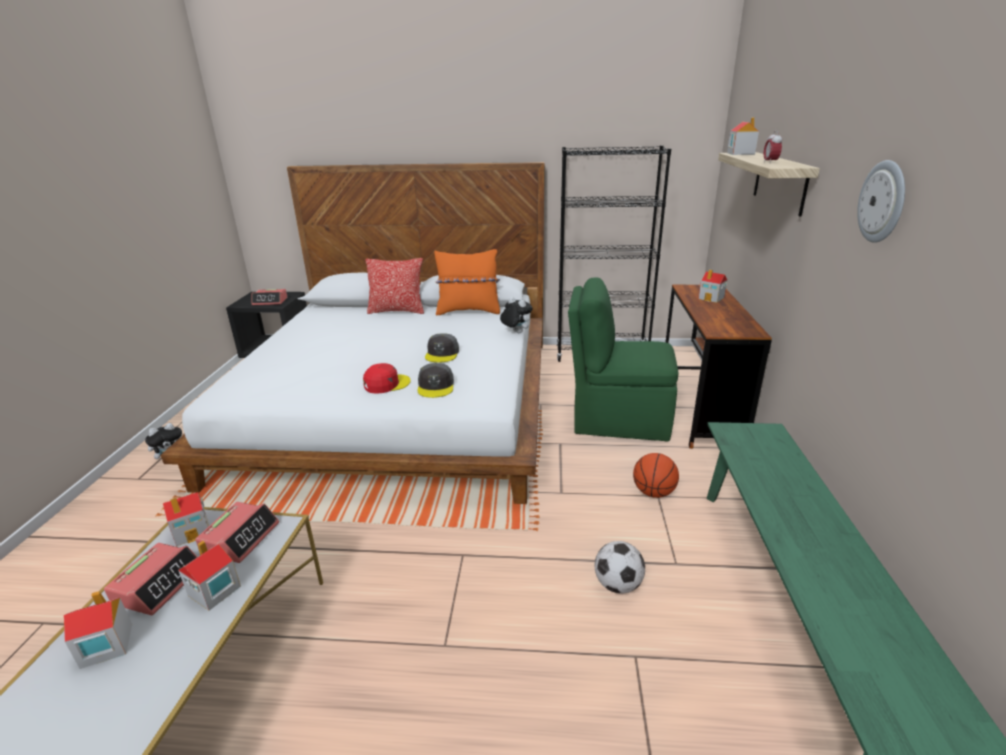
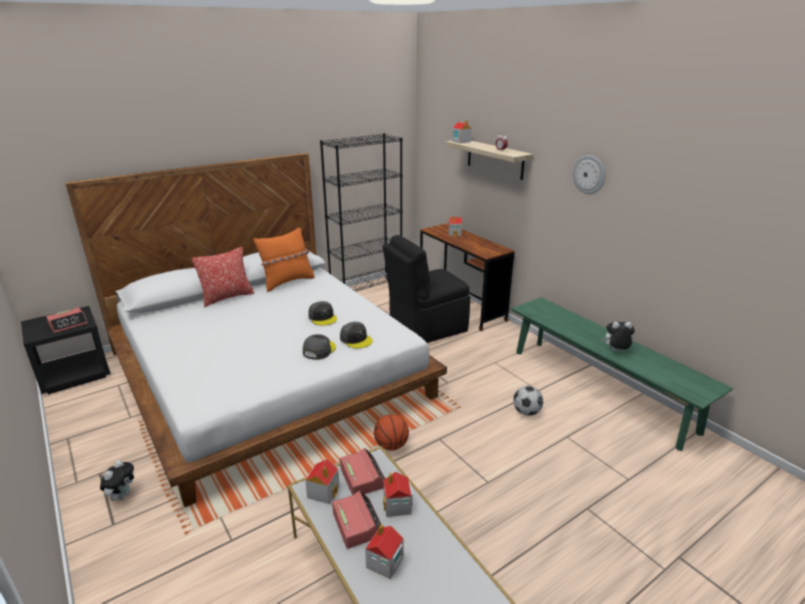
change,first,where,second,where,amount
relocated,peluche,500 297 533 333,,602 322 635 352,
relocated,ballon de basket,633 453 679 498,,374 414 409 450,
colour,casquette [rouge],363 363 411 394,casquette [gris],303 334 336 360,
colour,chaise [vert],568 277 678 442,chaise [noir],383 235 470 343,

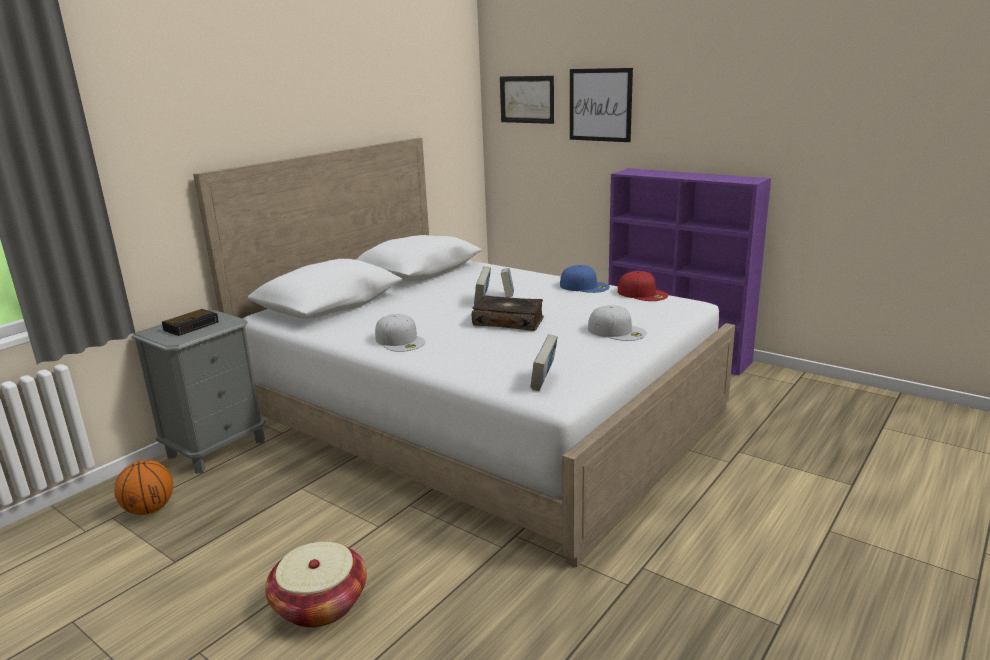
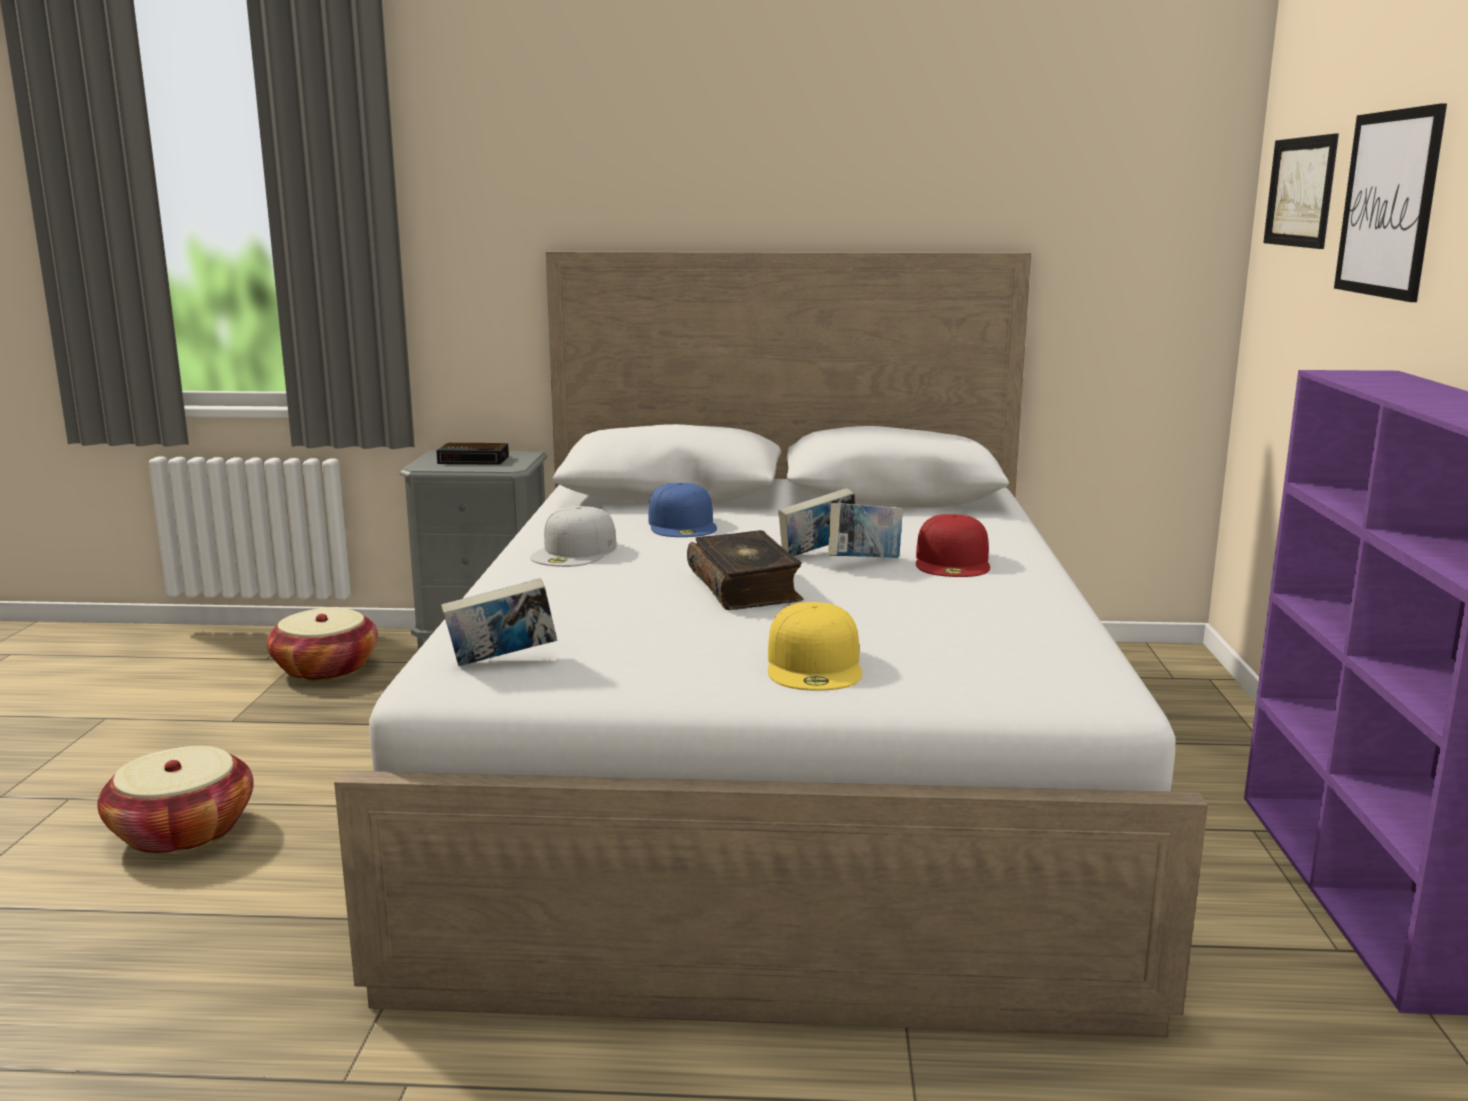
change,first,where,second,where,amount
relocated,casquette [bleu],560 265 610 293,,648 483 717 537,
relocated,casquette [rouge],618 271 668 301,,916 514 990 577,
exchanged,ballon de basket,114 460 173 515,panier,267 608 378 681,
colour,casquette [blanc],588 305 647 341,casquette [jaune],768 602 862 691,

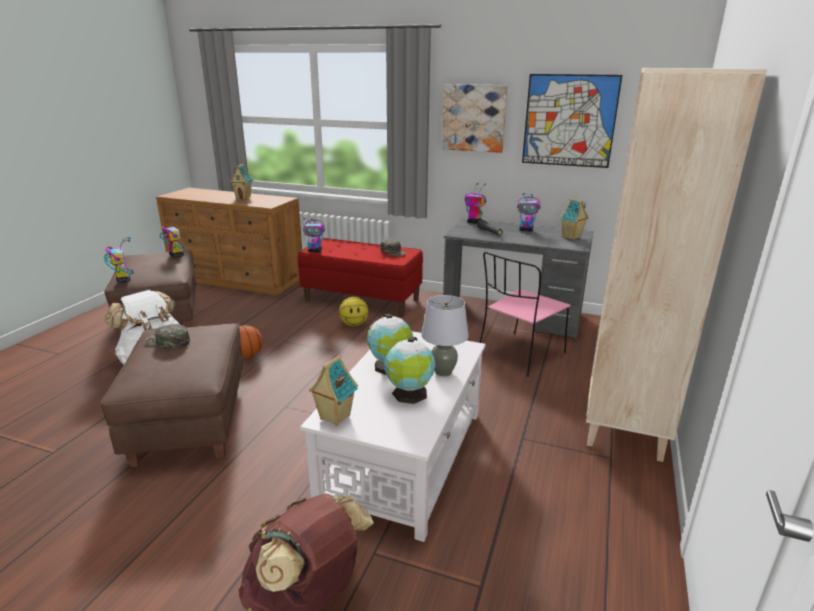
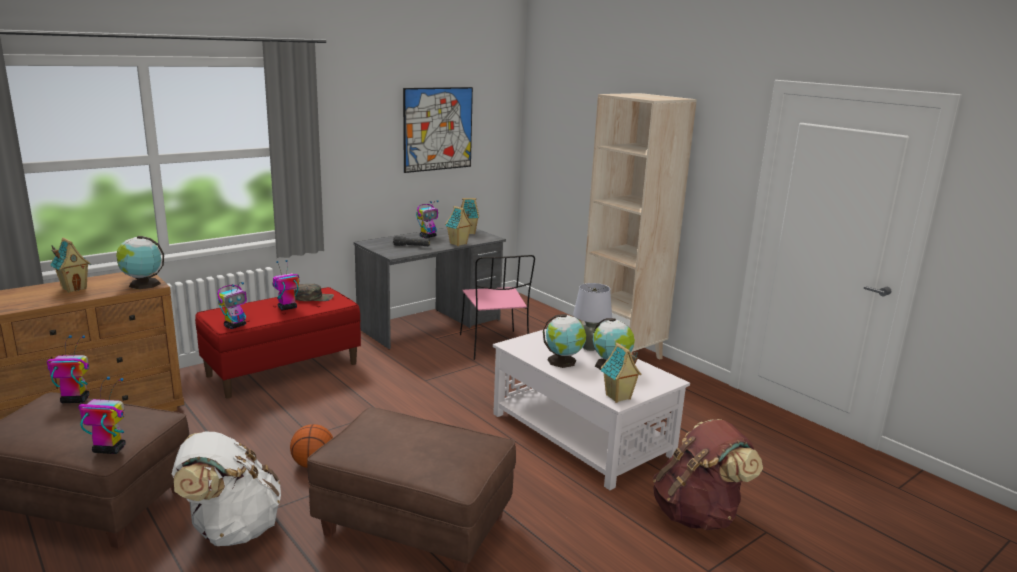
change,first,where,second,where,amount
missing,casquette [vert],145 324 190 349,,,
missing,ballon de basket,339 297 369 326,,,
missing,tableau,442 84 508 153,,,
appeared,,,globe,116 236 164 289,
appeared,,,maison miniature,445 206 473 246,
relocated,robot jouet,465 183 486 224,,272 260 300 310,

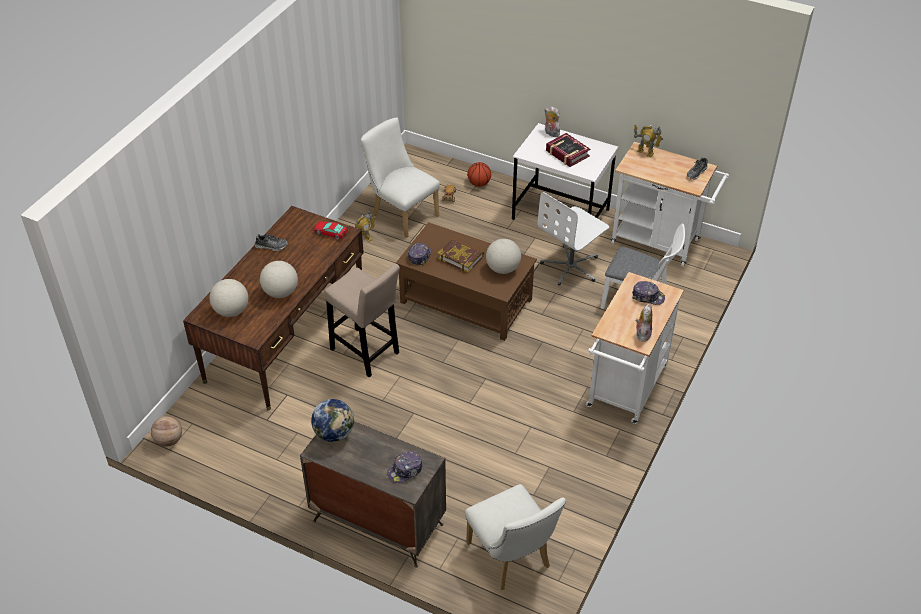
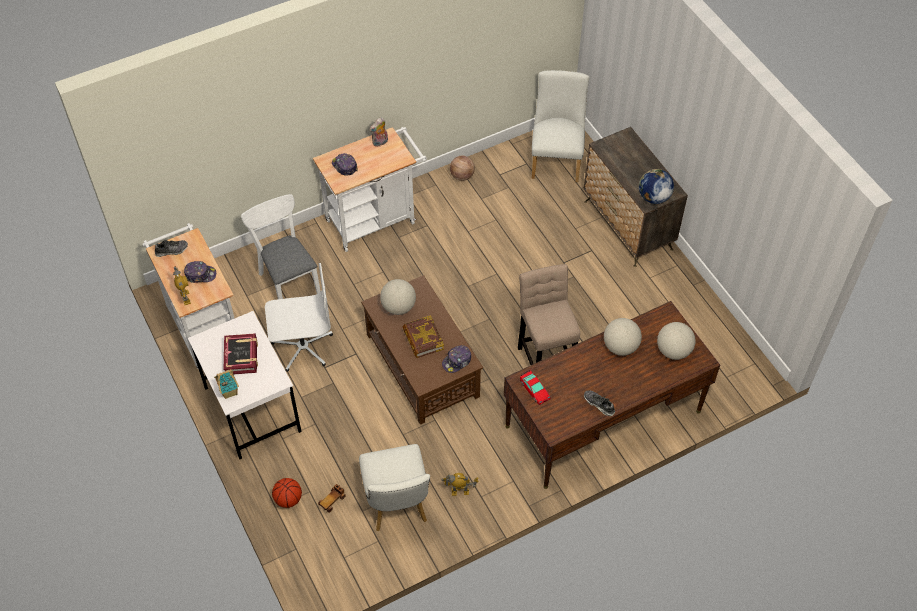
change,first,where,second,where,amount
relocated,ballon de basket,151 416 182 447,,450 156 475 181,
relocated,casquette,387 451 422 483,,184 261 216 283,
exchanged,peluche,544 107 560 137,maison miniature,214 369 239 399,

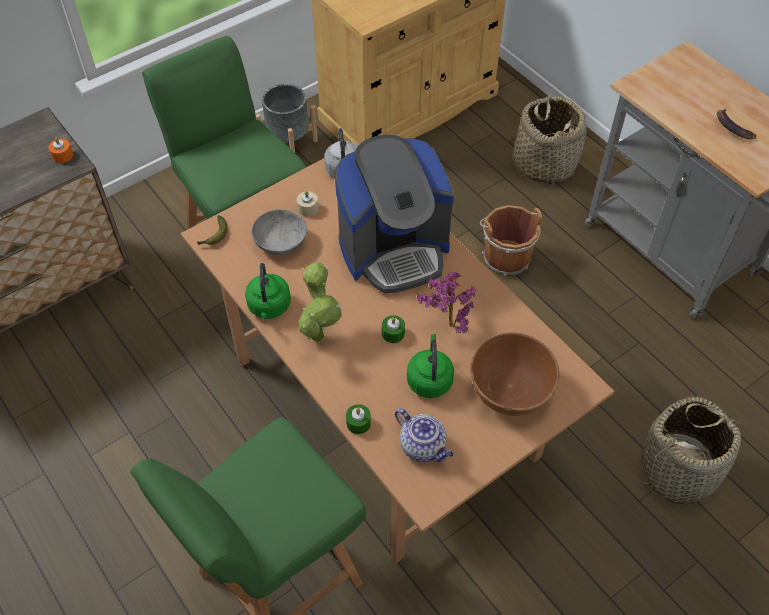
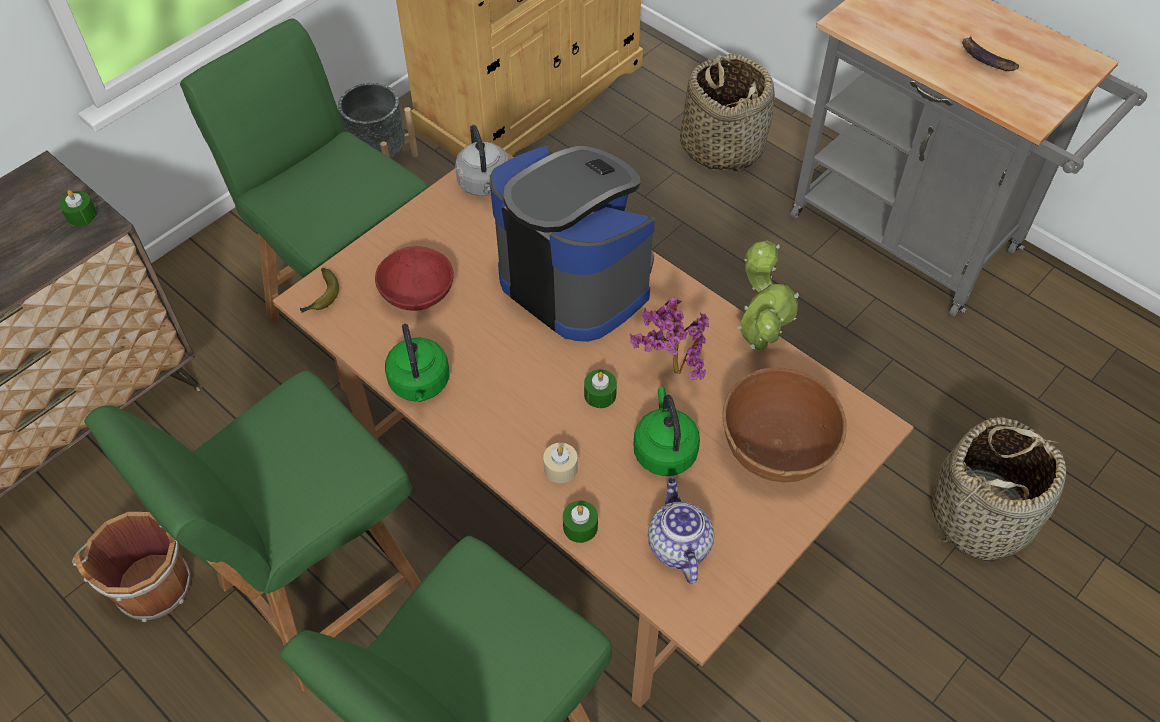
change,first,where,second,where,amount
appeared,,,chaise [vert],84 370 421 691,
relocated,bougie [beige],297 191 319 216,,543 443 578 483,
relocated,plante en pot,297 263 342 343,,737 241 799 352,
relocated,seau [marron],480 205 542 276,,72 512 191 622,
colour,bougie [orange],48 138 73 163,bougie [vert],60 190 97 226,
colour,bol [gris],251 209 307 255,bol [rouge],375 246 453 311,
spun,machine à café,335 135 454 293,,490 146 655 342,105 degrees counterclockwise
spun,théière,395 408 453 462,,648 478 714 584,135 degrees counterclockwise

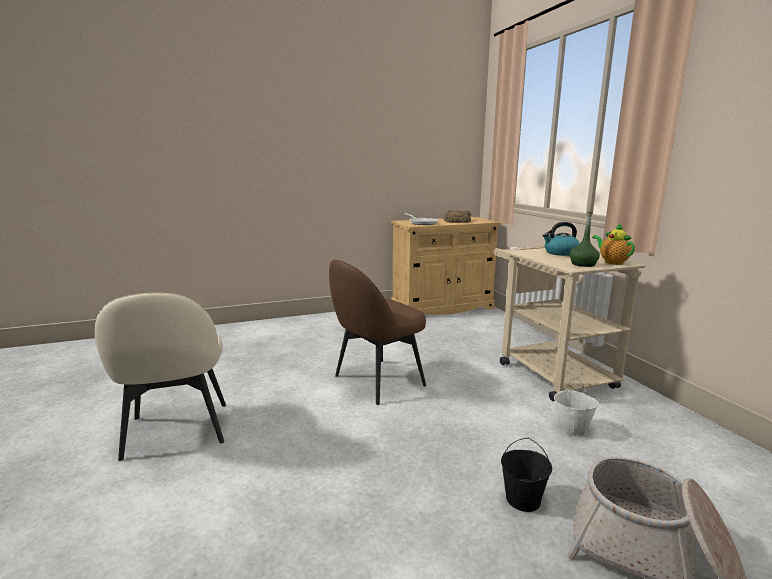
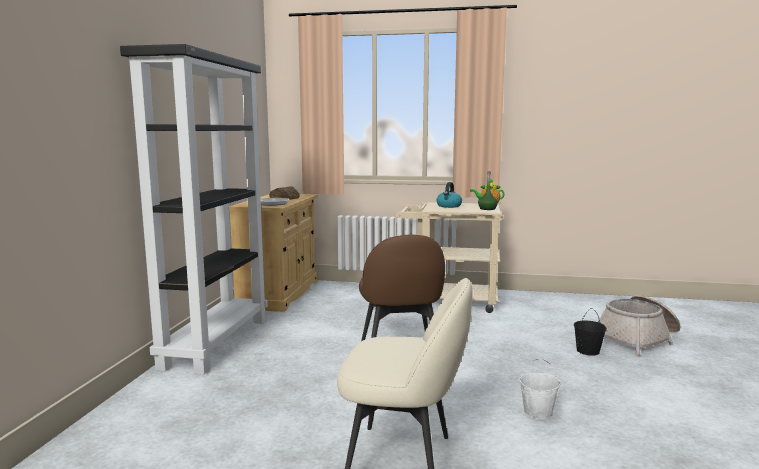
change,first,where,second,where,amount
appeared,,,bibliothèque [noir],120 44 268 375,
relocated,seau [blanc],554 378 599 437,,520 358 561 420,

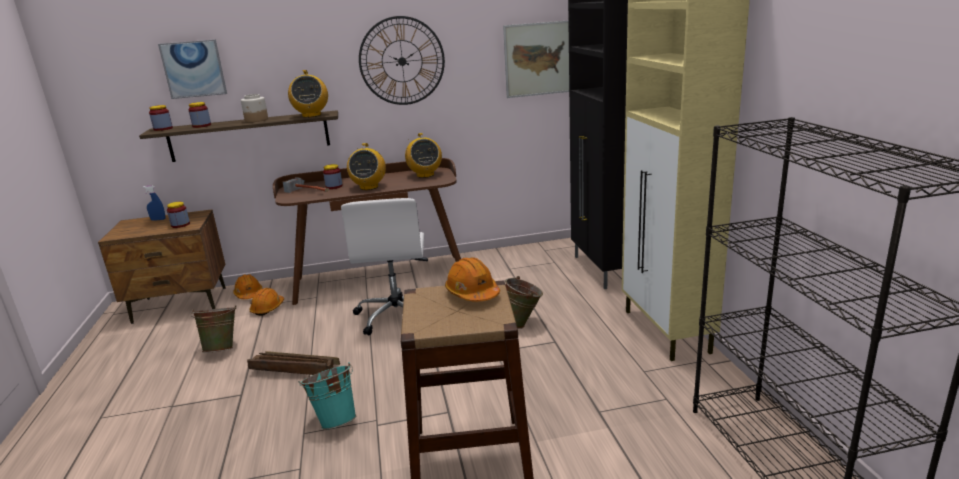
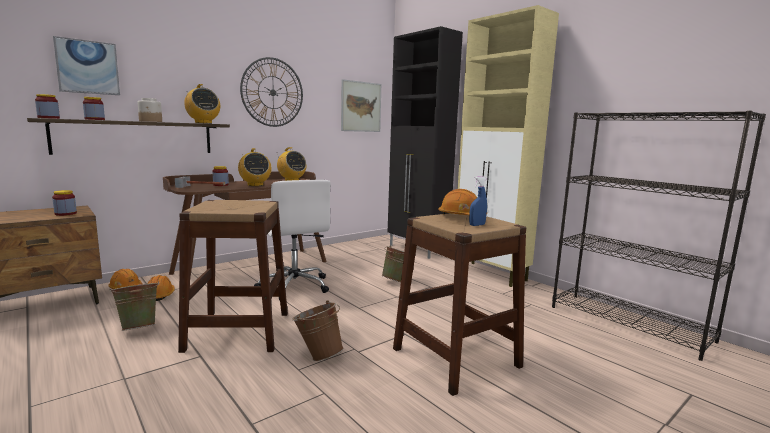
change,first,where,second,where,amount
relocated,vaporisateur [bleu],143 186 166 221,,469 176 487 226,
exchanged,caisse,247 351 340 375,tabouret [marron],178 200 288 353,
colour,seau [turquoise],298 362 357 430,seau [marron],292 300 343 361,

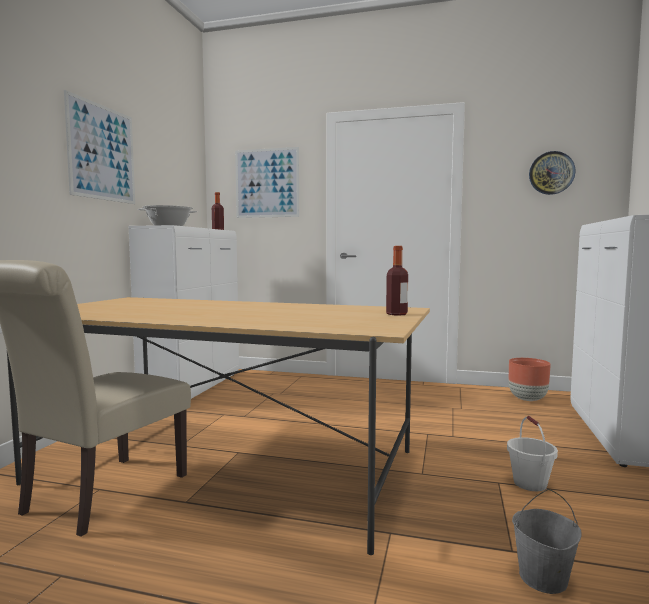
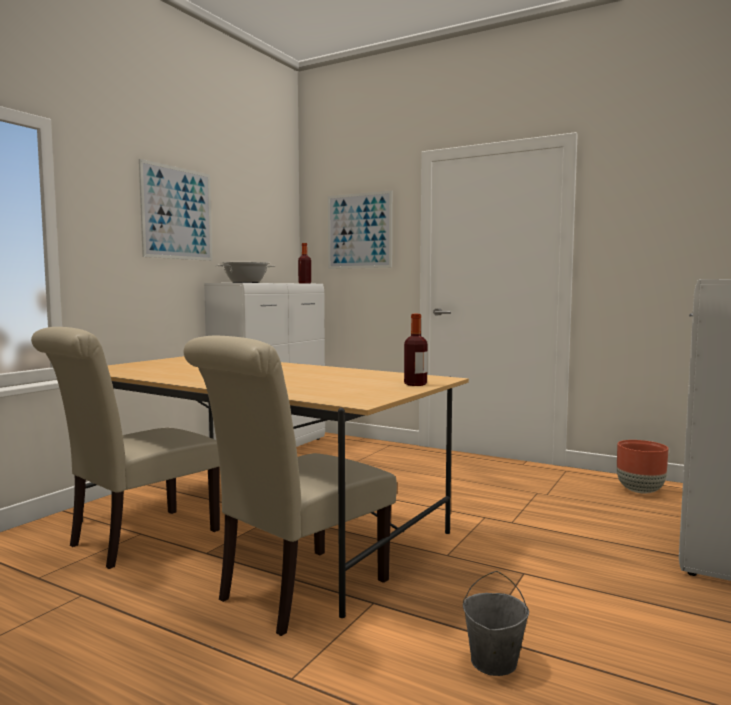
change,first,where,second,where,amount
missing,seau [blanc],507 416 558 491,,,
missing,horloge murale,529 151 576 195,,,
appeared,,,chaise [beige],184 336 397 636,

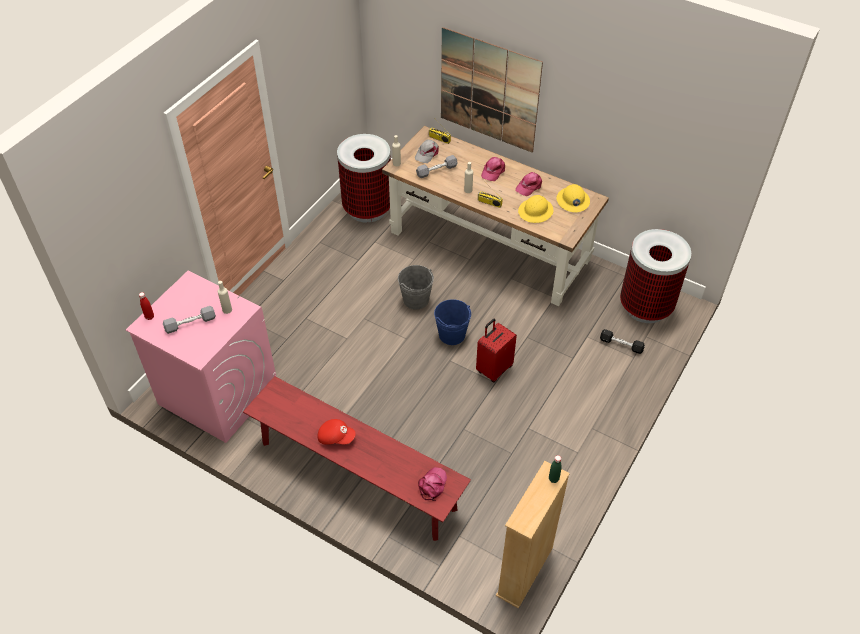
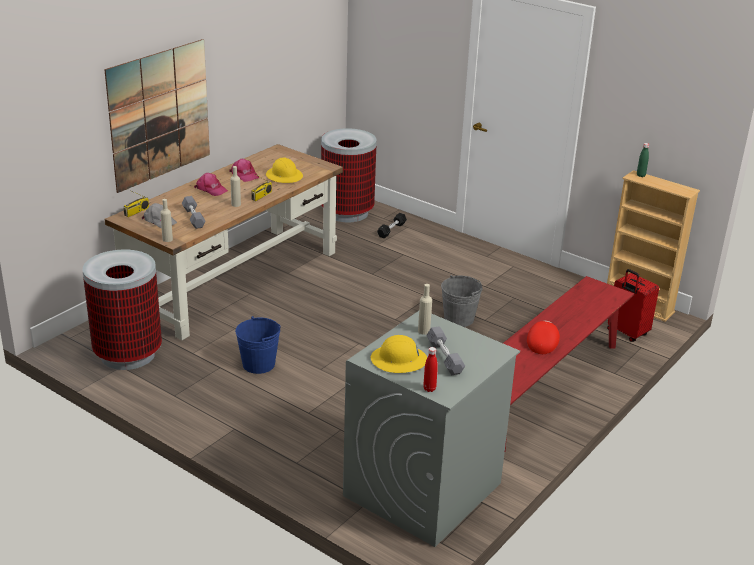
change,first,where,second,where,amount
missing,casquette [rose],418 467 447 501,,,
relocated,seau [gris],398 265 434 310,,441 275 482 327,
relocated,seau [bleu],434 299 471 345,,235 316 281 374,
relocated,valise [rouge],476 319 517 382,,607 269 659 342,
relocated,casque de chantier [jaune],556 184 590 212,,371 335 427 373,
colour,lave-linge [rose],126 270 276 443,lave-linge [gris],343 311 520 547,

